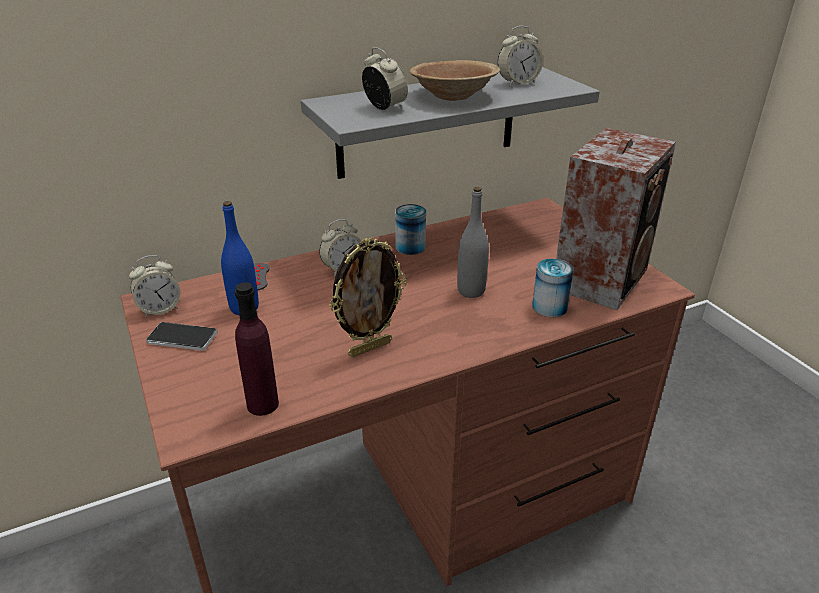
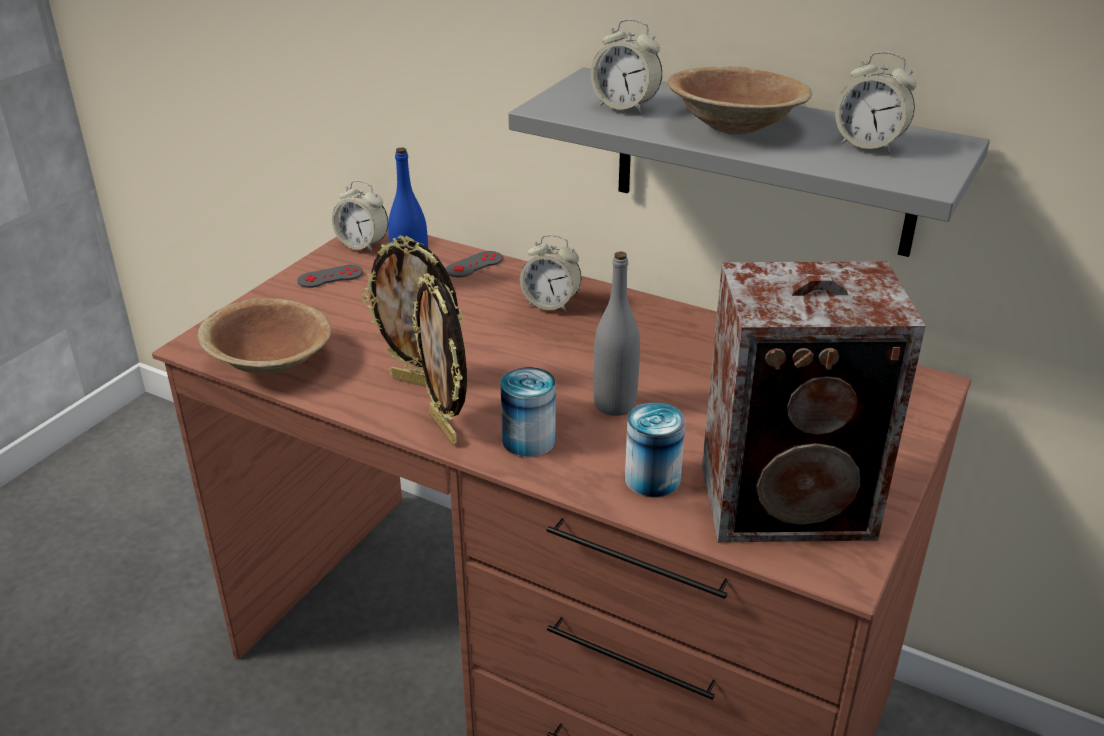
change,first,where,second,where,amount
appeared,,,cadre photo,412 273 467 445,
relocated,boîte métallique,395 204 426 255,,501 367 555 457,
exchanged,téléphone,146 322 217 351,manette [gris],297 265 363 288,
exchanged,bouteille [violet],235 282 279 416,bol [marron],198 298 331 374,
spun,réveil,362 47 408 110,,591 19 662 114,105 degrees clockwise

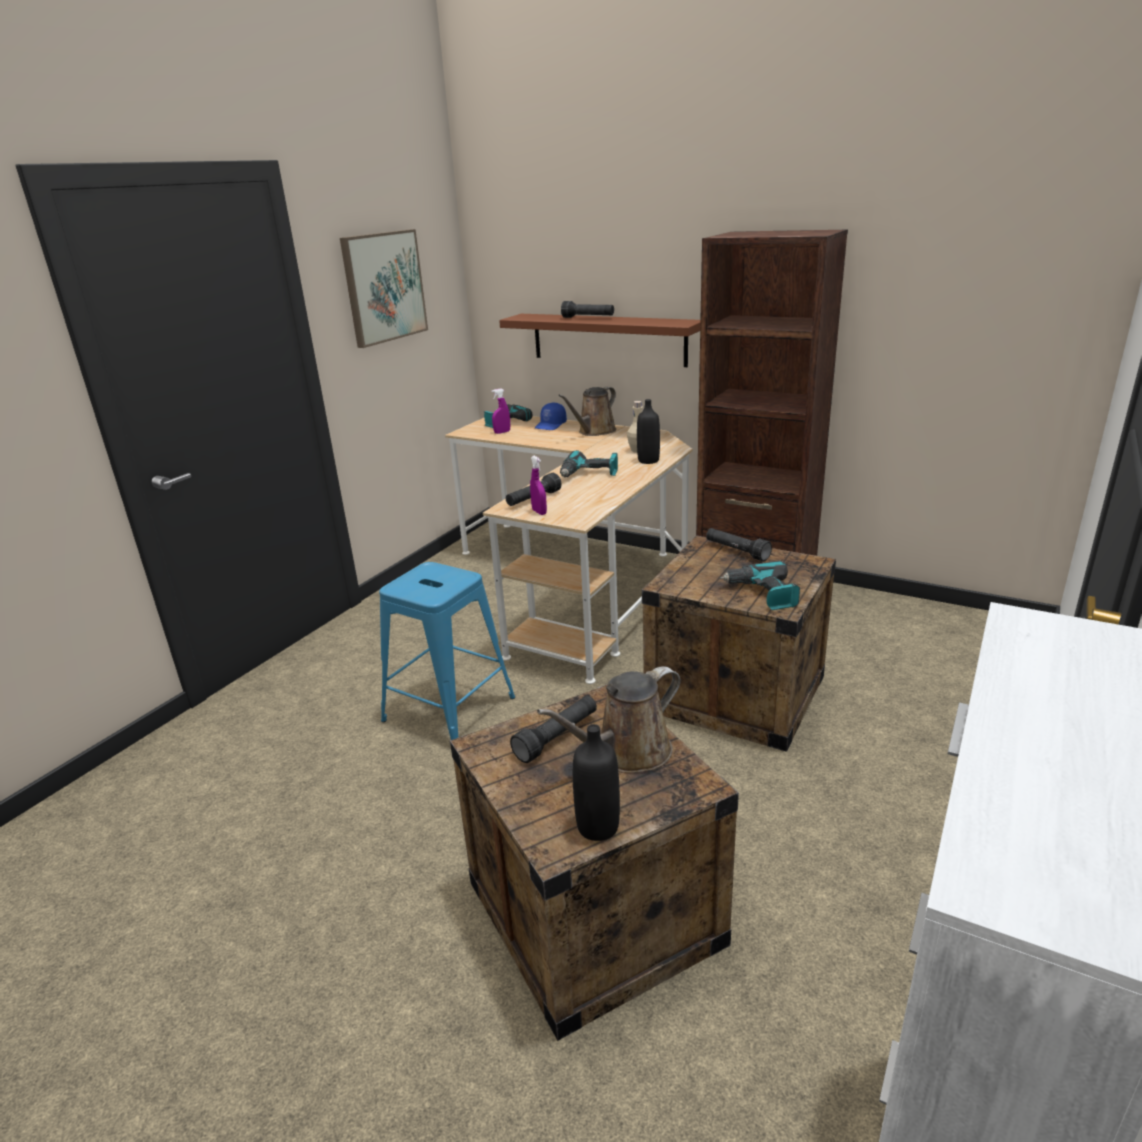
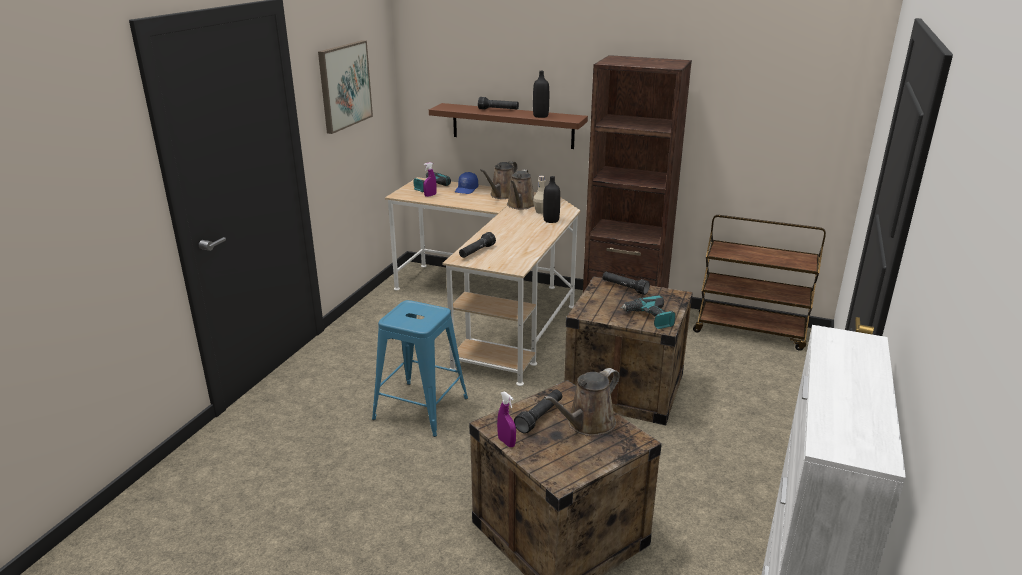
change,first,where,second,where,amount
missing,perceuse,560 450 618 477,,,
appeared,,,arrosoir [marron],507 170 534 210,
appeared,,,chariot [marron],693 215 826 351,
relocated,vaporisateur [violet],530 456 547 515,,497 391 516 447,
relocated,bouteille [noir],573 724 620 841,,533 71 549 118,

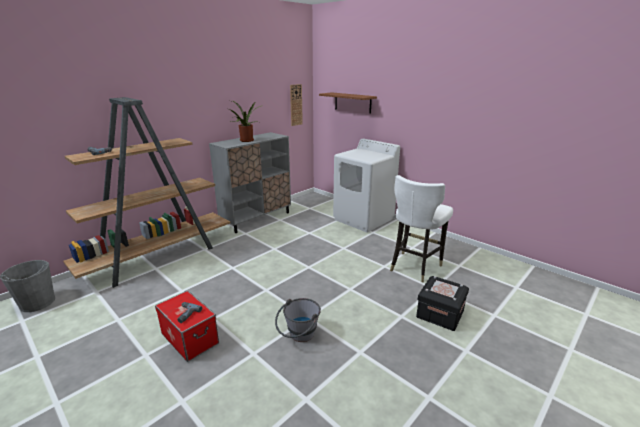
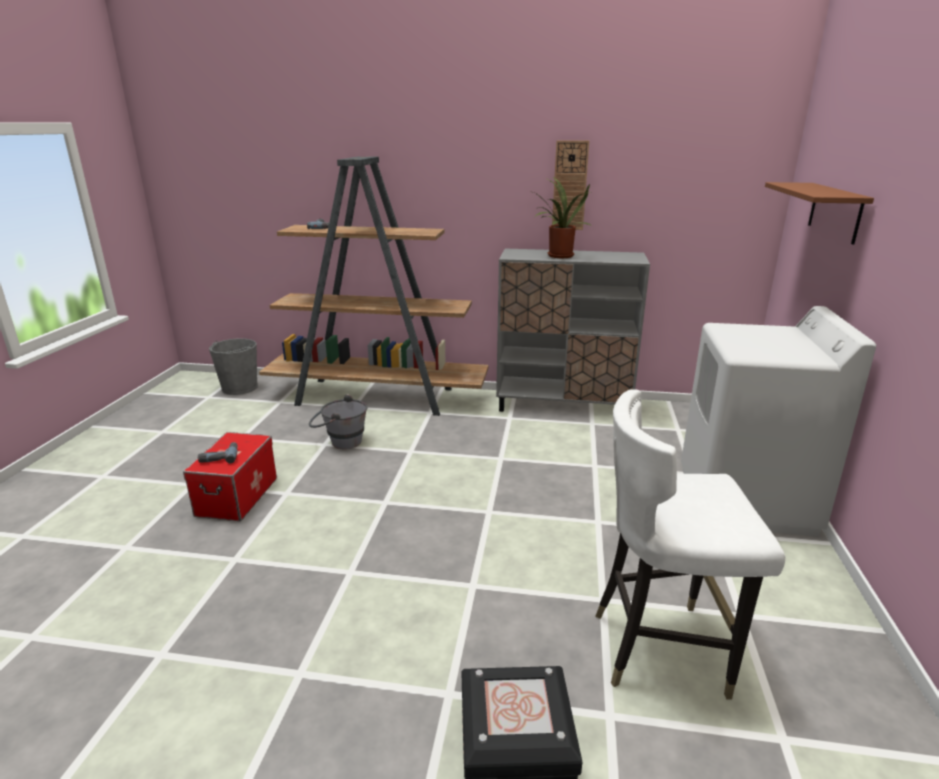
change,first,where,second,where,amount
relocated,seau [gris],275 298 321 342,,309 394 368 449,
relocated,horloge murale,290 84 303 126,,552 140 589 230,

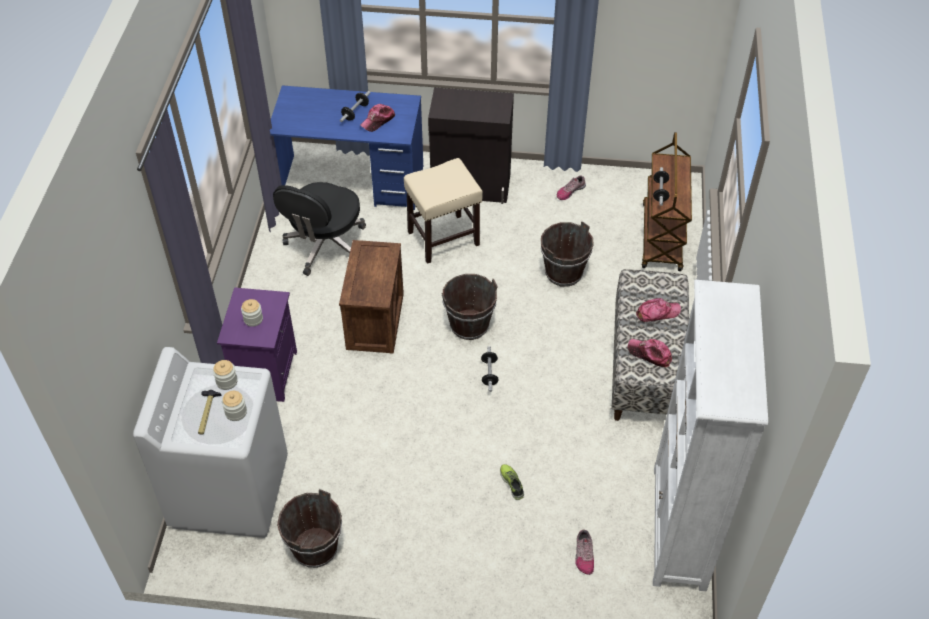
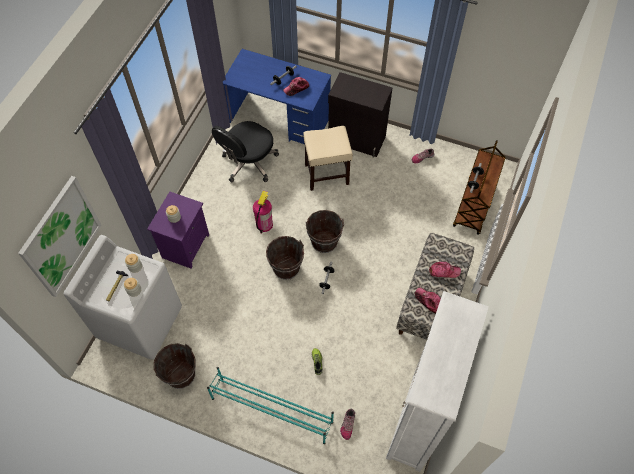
change,first,where,second,where,amount
appeared,,,tableau,18 176 102 297,
appeared,,,étagère à chaussures [turquoise],207 367 334 444,
relocated,seau [marron],541 221 594 287,,266 236 304 280,
exchanged,caisse,339 240 404 354,extincteur,253 191 273 234,

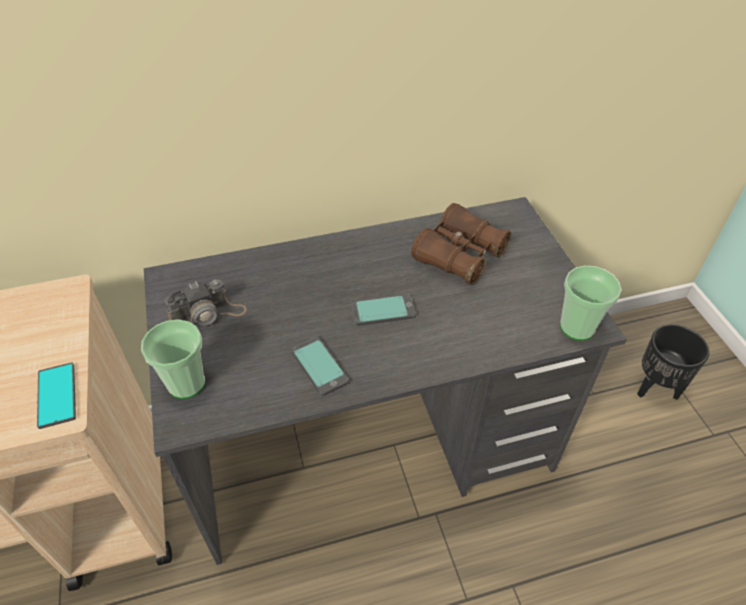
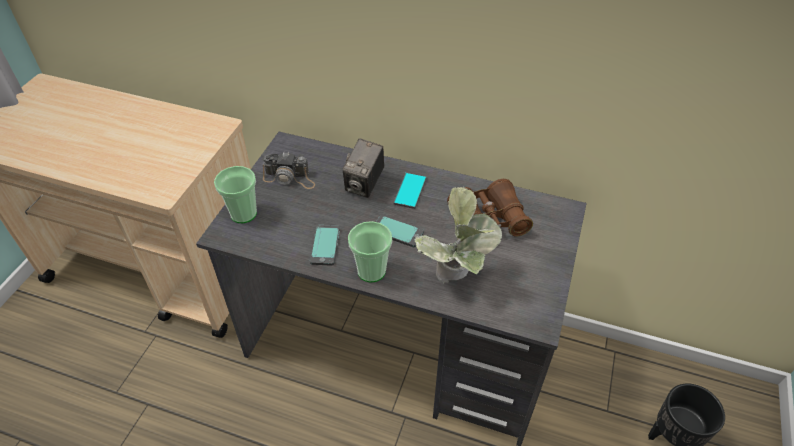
change,first,where,second,where,amount
appeared,,,appareil photo,343 138 384 198,
appeared,,,plante en pot,414 187 502 283,
relocated,téléphone,37 362 76 429,,394 172 427 209,
relocated,tasse,560 266 622 341,,348 221 392 283,

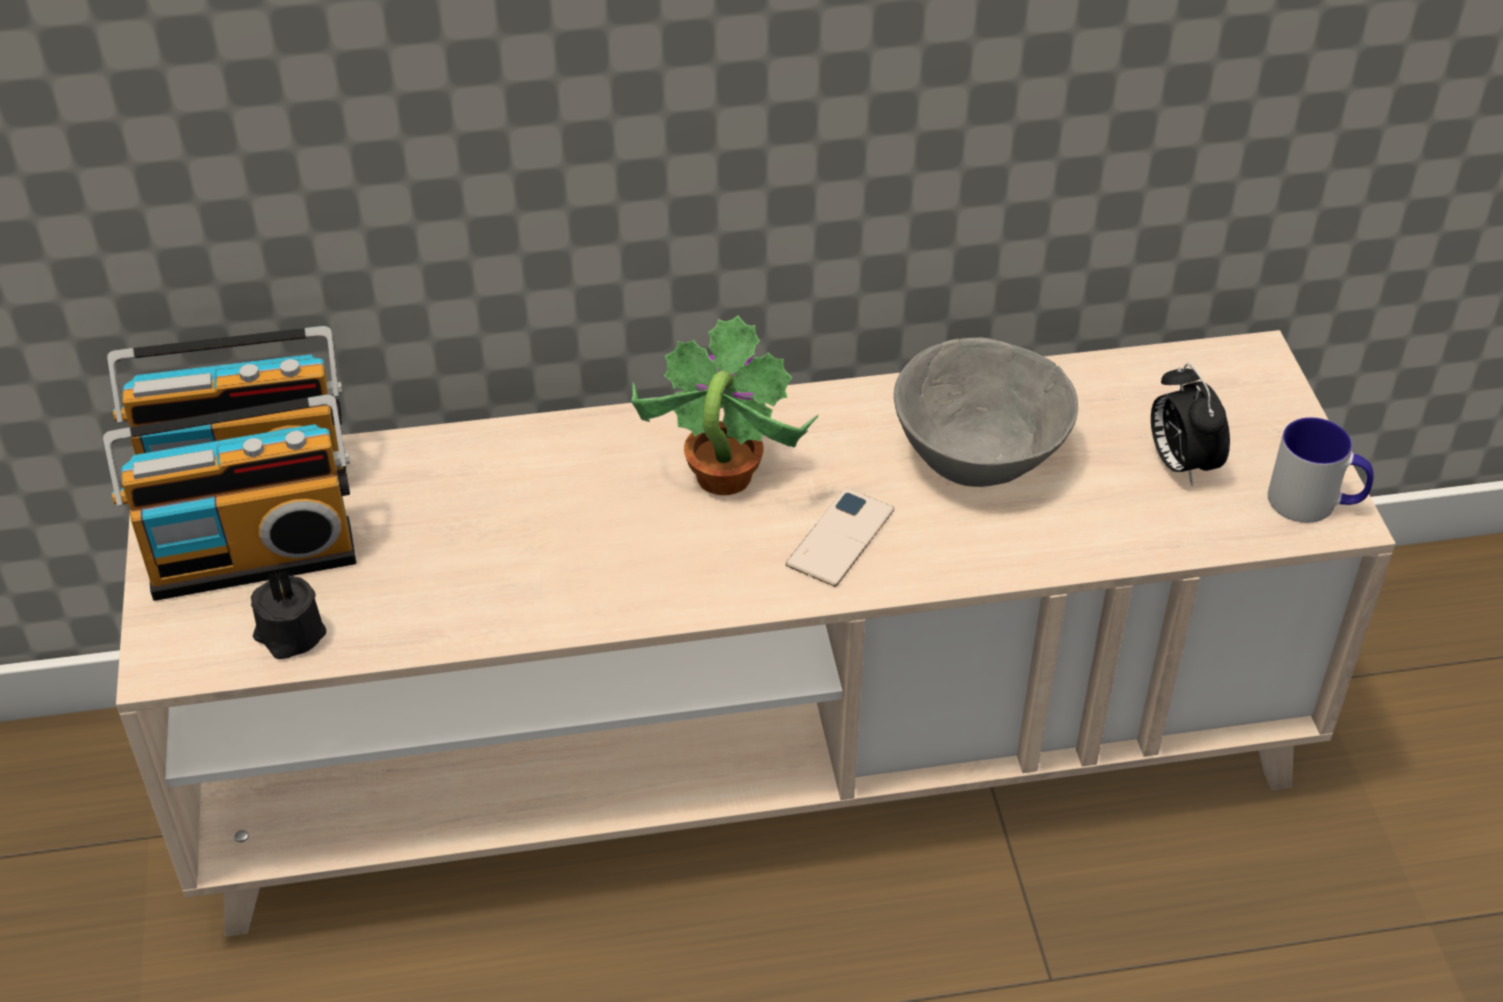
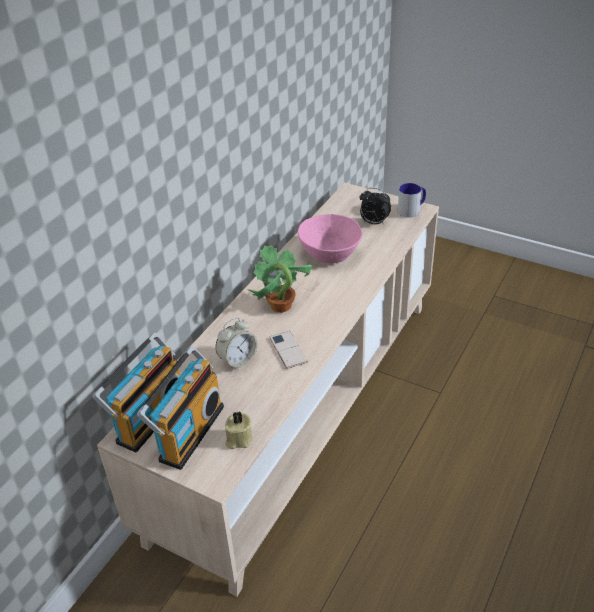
change,first,where,second,where,amount
appeared,,,réveil,215 318 258 370,
relocated,téléphone,786 488 894 587,,270 331 308 369,
colour,bougie [noir],251 570 326 659,bougie [beige],225 411 252 449,
colour,bol [gris],894 337 1078 487,bol [rose],298 214 362 263,

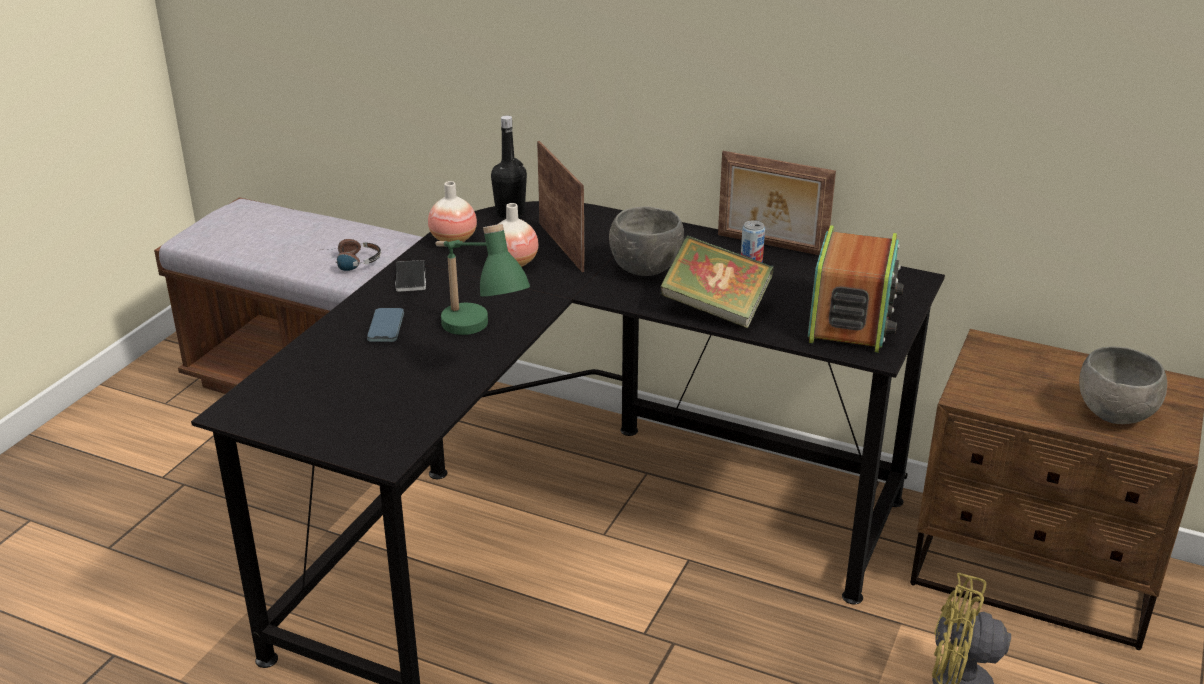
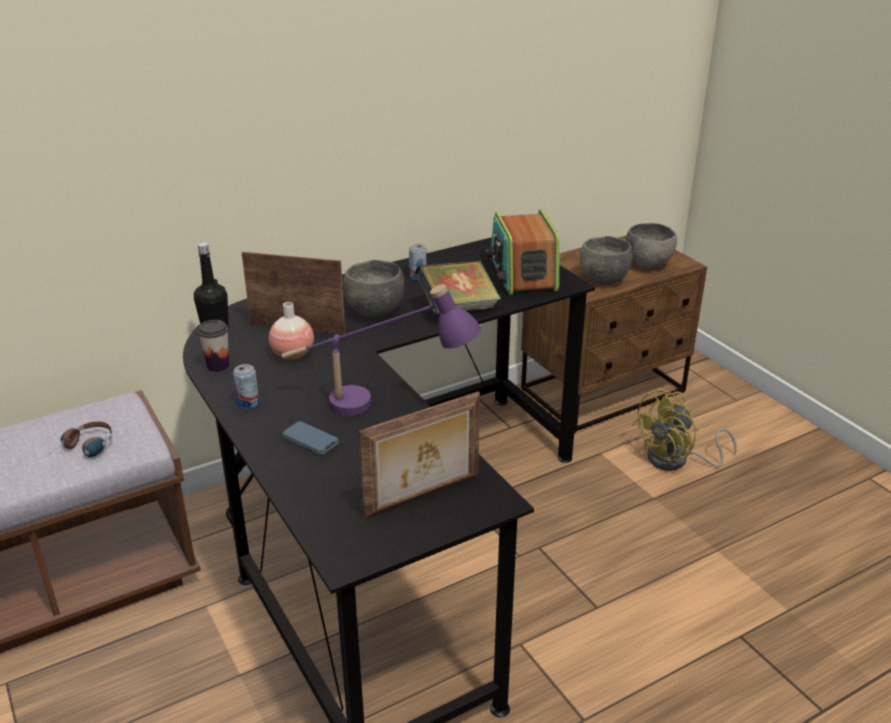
change,first,where,second,where,amount
appeared,,,bol [gris],580 236 633 284,
relocated,cadre photo,718 151 836 255,,358 391 480 519,
exchanged,téléphone,395 260 426 292,boîte métallique,233 364 259 409,
exchanged,vase,428 181 477 242,tasse,198 320 229 372,
colour,lampe de table [vert],435 224 530 335,lampe de table [violet],282 284 481 416,
spun,radio,808 225 904 353,,485 209 560 295,150 degrees counterclockwise

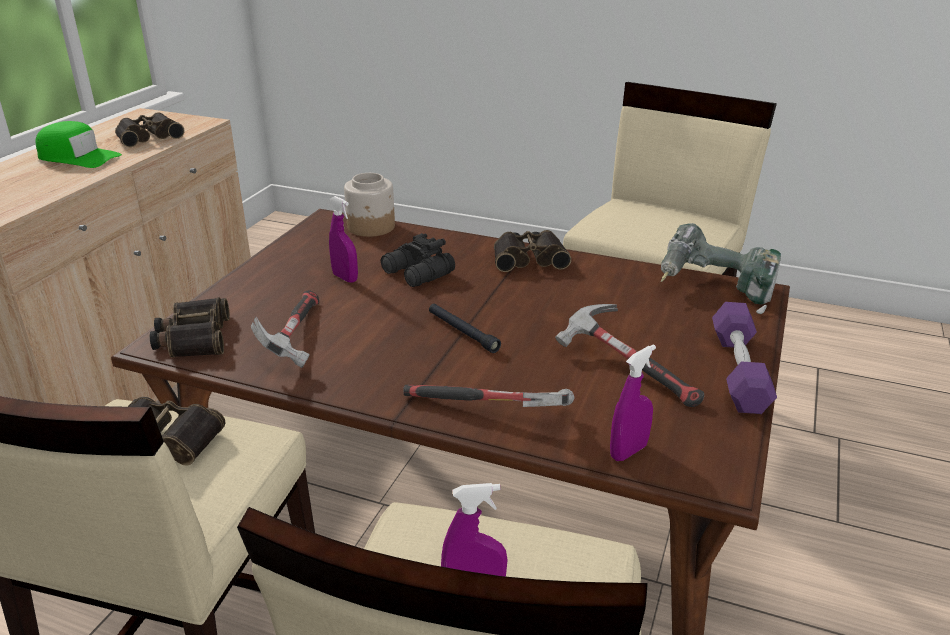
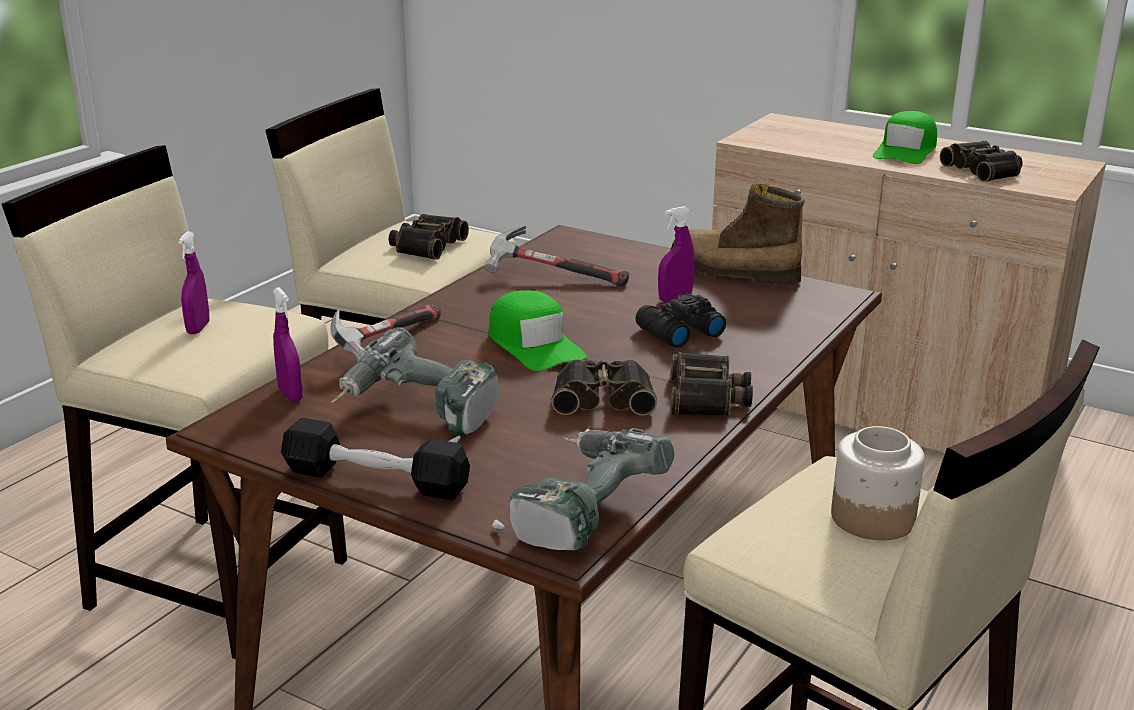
change,first,where,second,where,amount
appeared,,,botte,670 184 805 286,
relocated,jumelles,150 297 230 358,,552 359 657 416,
relocated,bocal,344 173 395 237,,831 426 925 540,
exchanged,lampe de poche [noir],429 304 501 353,casquette [vert],489 290 587 371,
exchanged,marteau,555 304 704 407,perceuse,331 327 499 443,
colour,haltère [violet],712 302 777 414,haltère [noir],281 418 470 500,

